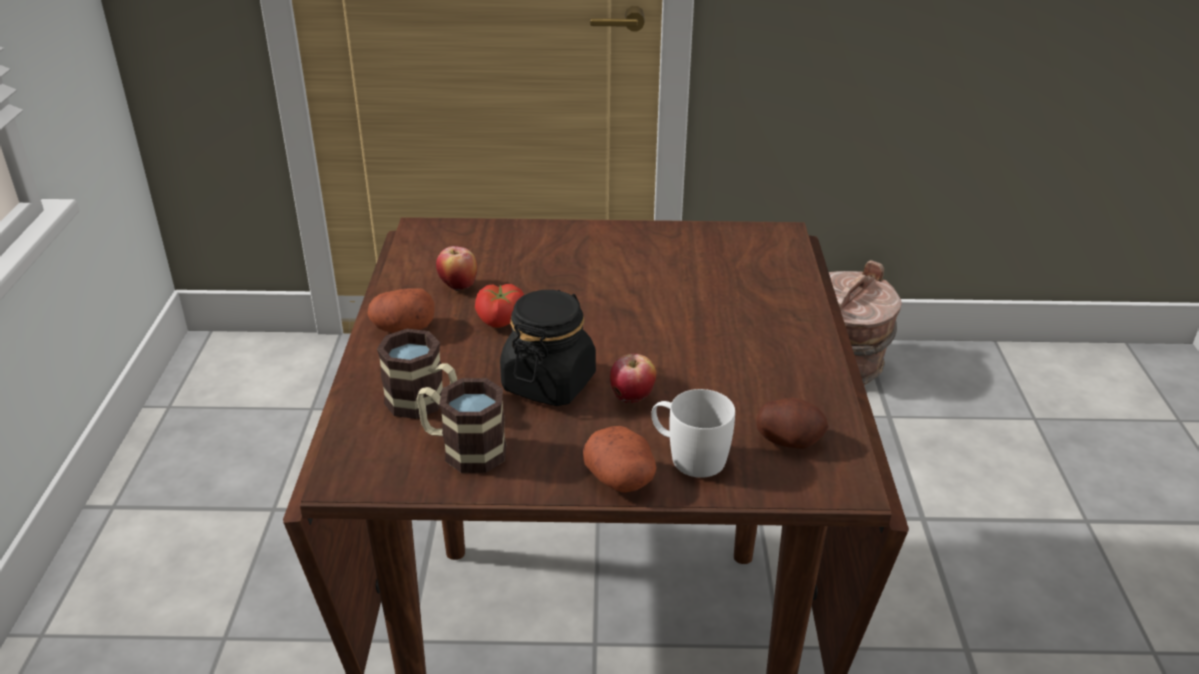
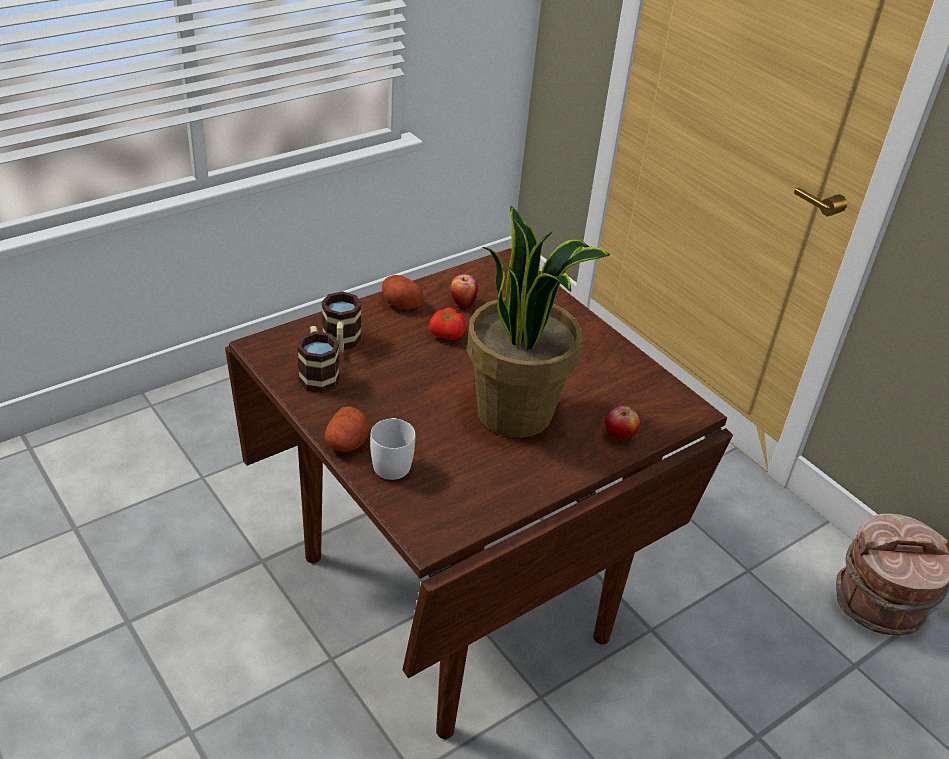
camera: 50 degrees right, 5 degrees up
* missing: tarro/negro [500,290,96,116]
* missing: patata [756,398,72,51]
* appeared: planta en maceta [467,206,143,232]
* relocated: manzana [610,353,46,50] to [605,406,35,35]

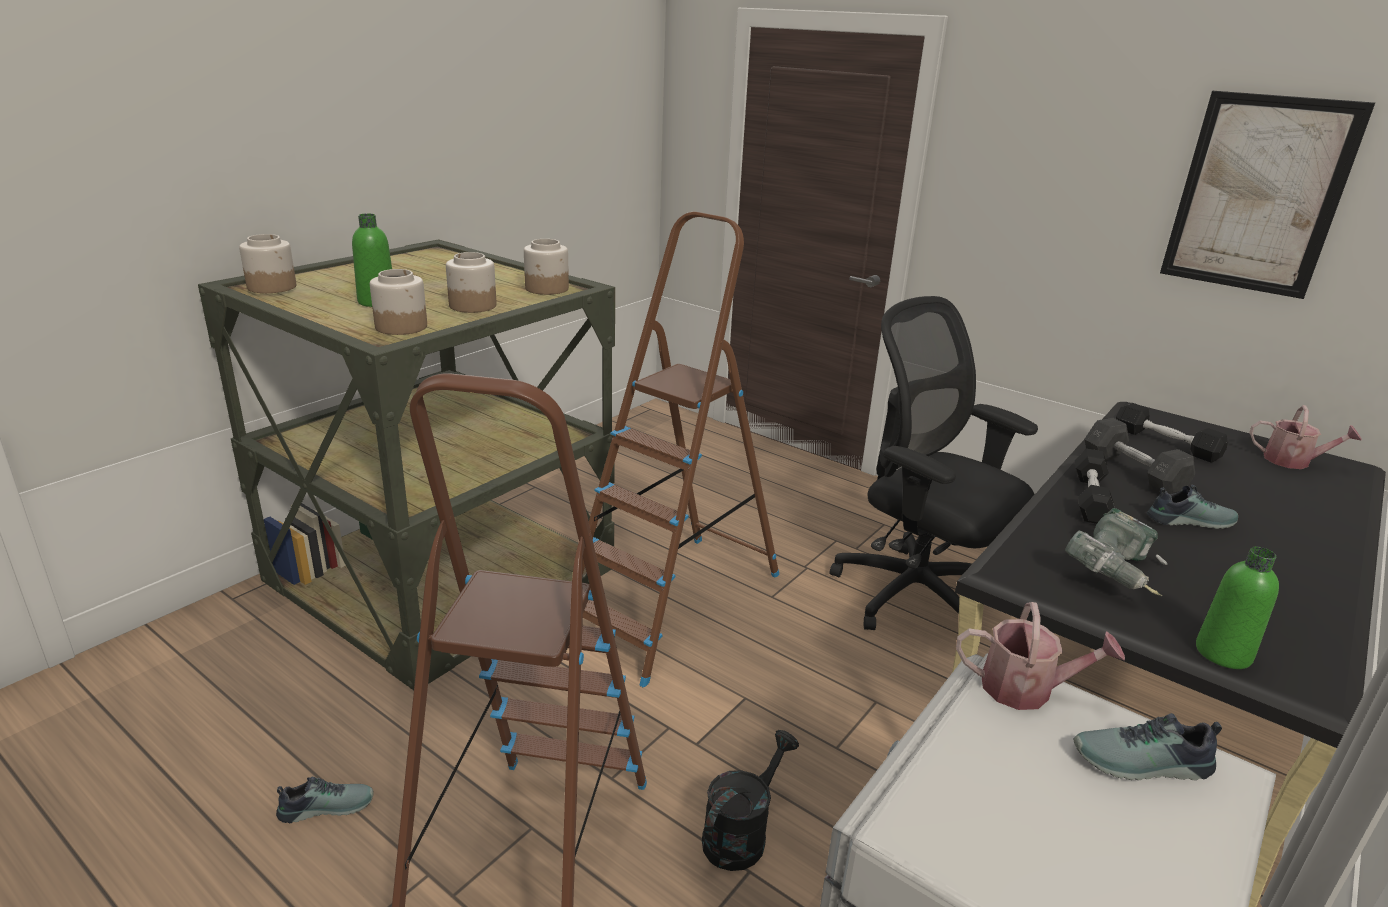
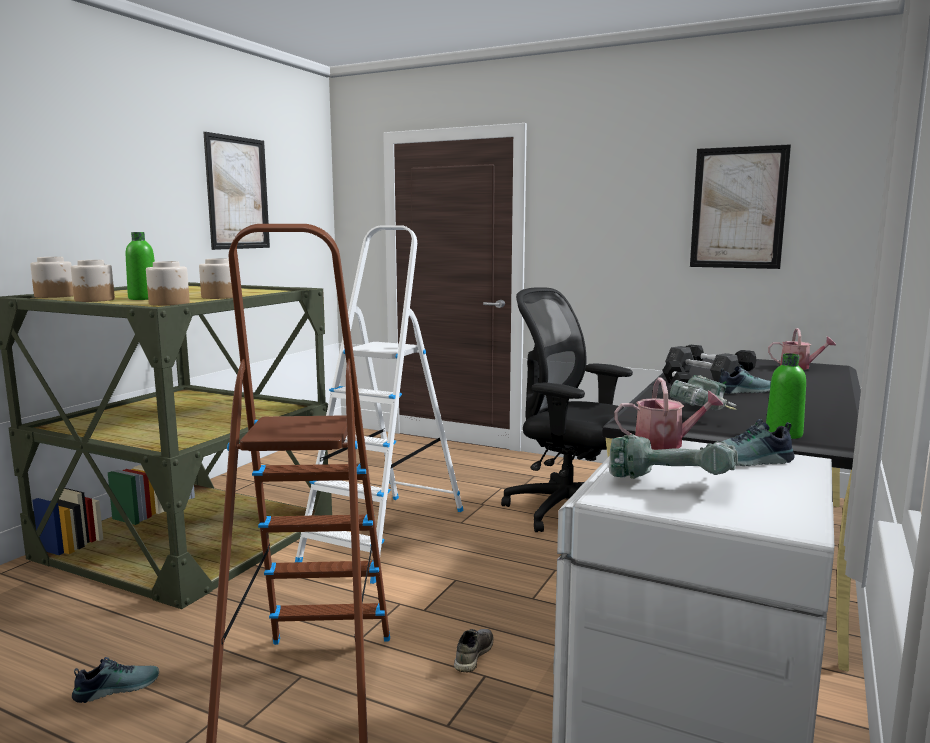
camera: 10 degrees left, 15 degrees down
* appeared: cuadro [203,132,67,118]
* appeared: taladro [609,434,129,45]
* relocated: tarro [524,239,45,56] to [71,260,44,42]
* exchanged: regadera/negro [702,730,97,141] to zapato/gris [454,629,39,44]
* colour: escalera de tijera/marrón [582,212,197,475] to escalera de tijera/blanco [295,225,168,359]

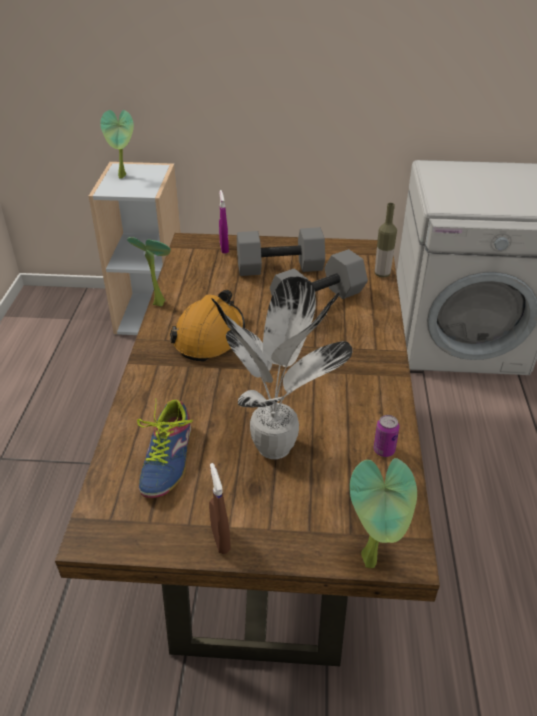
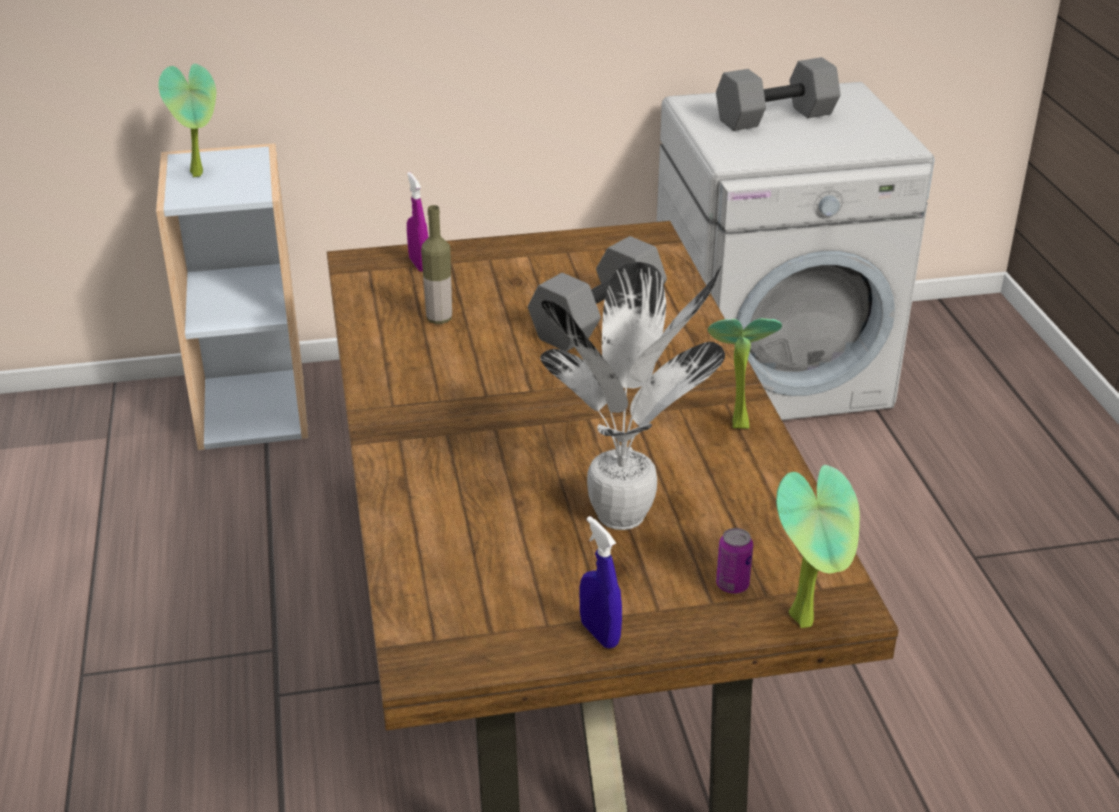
camera: 15 degrees left, 5 degrees down
* missing: zapato [137,398,56,100]
* missing: casco/naranja [170,290,75,71]
* relocated: planta en maceta [127,237,44,69] to [708,318,74,111]
* relocated: mancuerna/gris [237,227,88,49] to [716,57,124,74]
* relocated: lata [374,415,25,42] to [716,528,37,66]
* relocated: botella [375,203,22,74] to [421,205,31,119]
* colour: pulverizador/marrón [209,463,22,91] to pulverizador/azul [579,516,43,133]

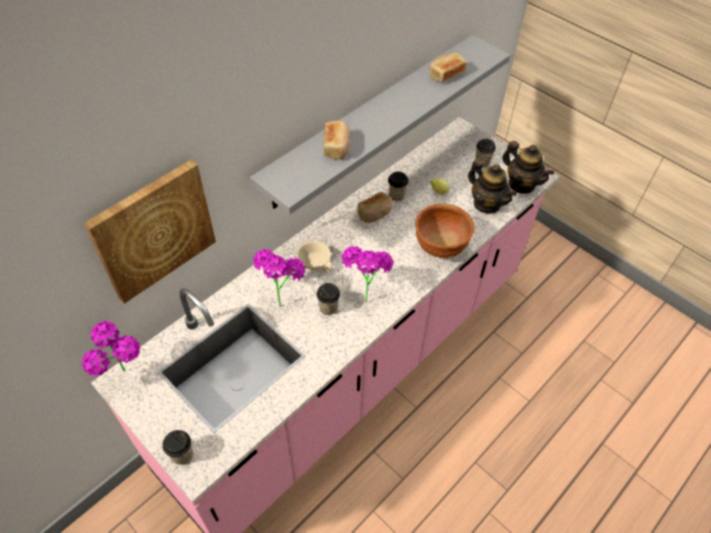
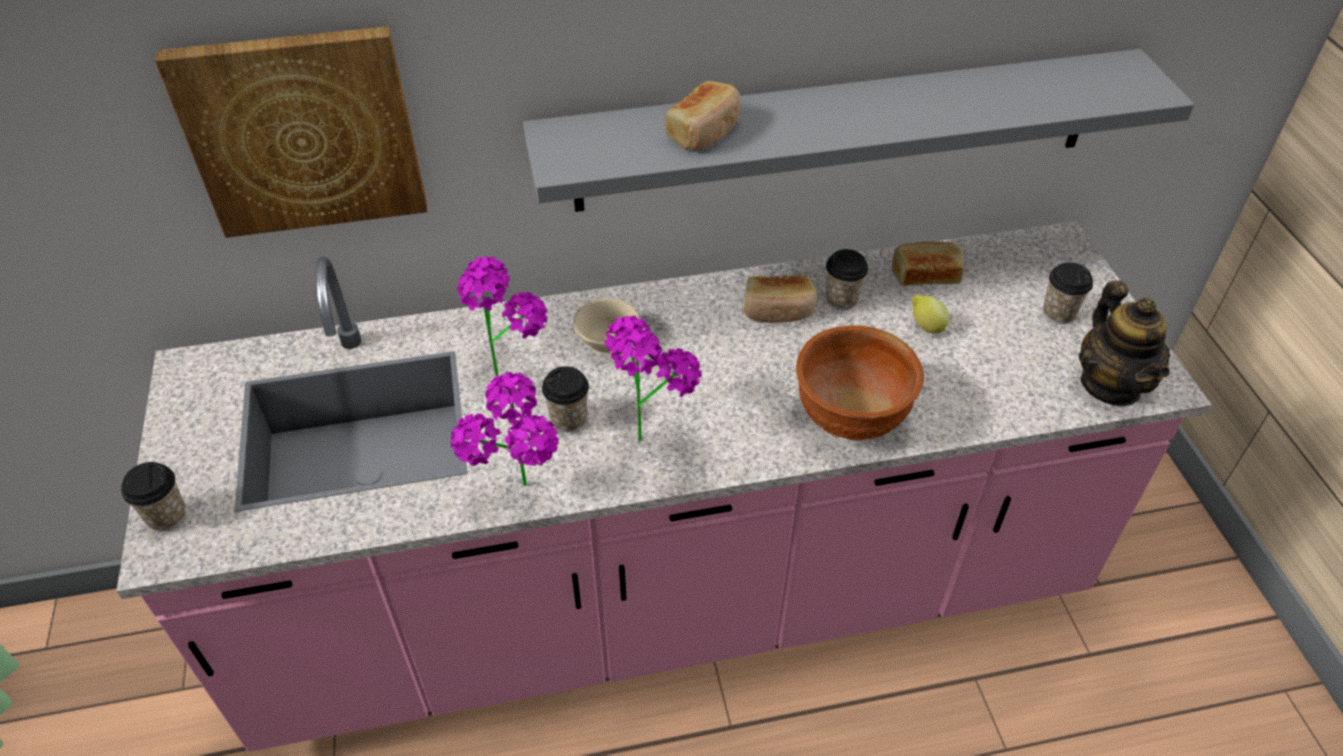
camera: 35 degrees right, 5 degrees down
* missing: tetera [468,159,49,55]
* relocated: planta en maceta [82,321,58,55] to [450,371,109,115]
* relocated: pan [429,53,37,30] to [892,241,72,45]

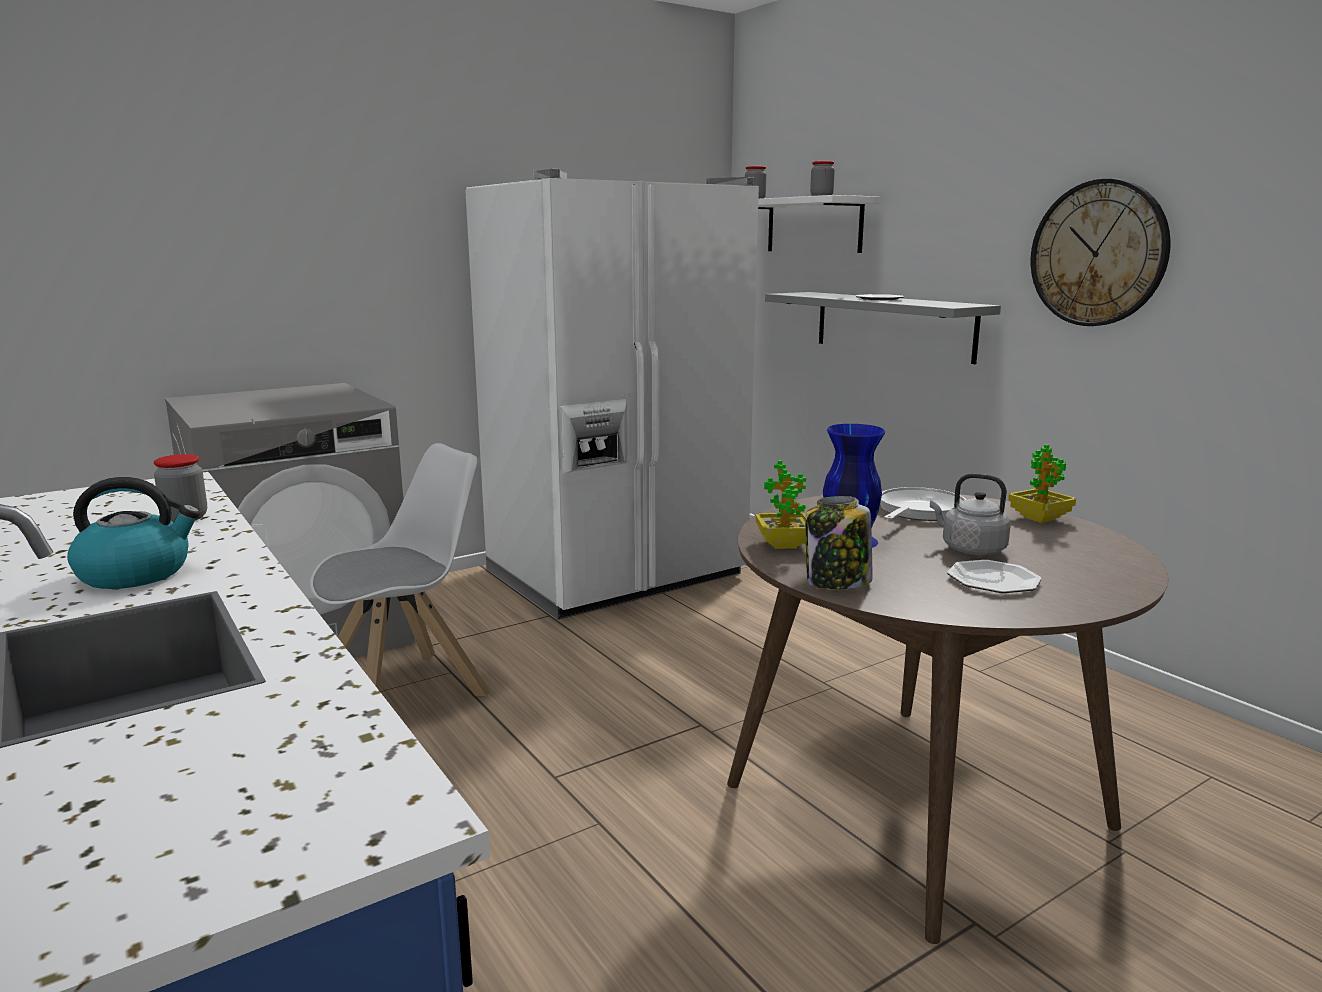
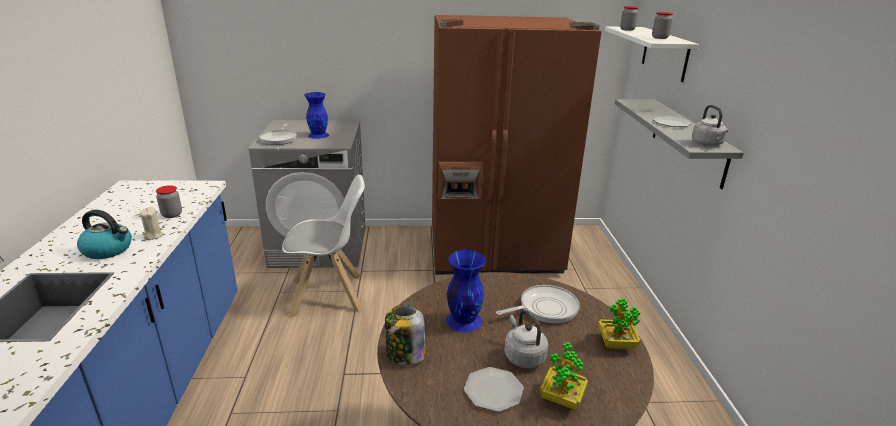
camera: 30 degrees right, 10 degrees up
* missing: reloj de pared [1031,179,140,147]
* appeared: vela/beis [140,207,24,33]
* appeared: sartén [259,124,38,21]
* appeared: florero/azul [304,92,25,47]
* appeared: hervidor/gris [692,105,36,41]
* relocated: planta en maceta [755,460,51,89] to [540,342,48,68]
* colour: nevera/blanco [465,168,294,452] to nevera/marrón [432,15,170,260]

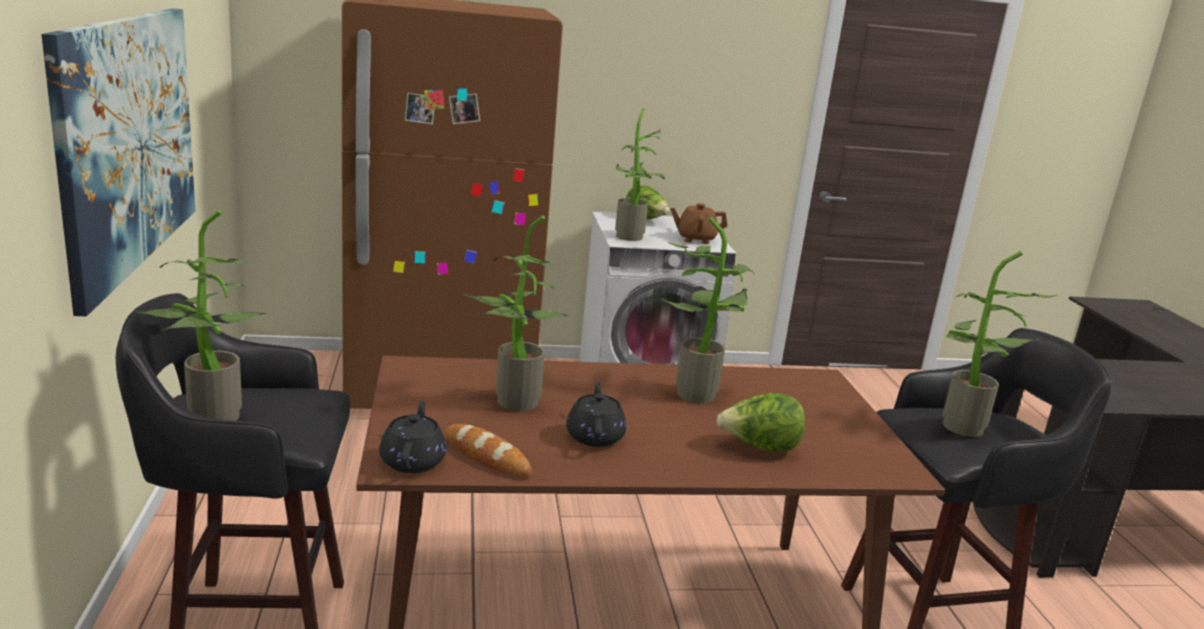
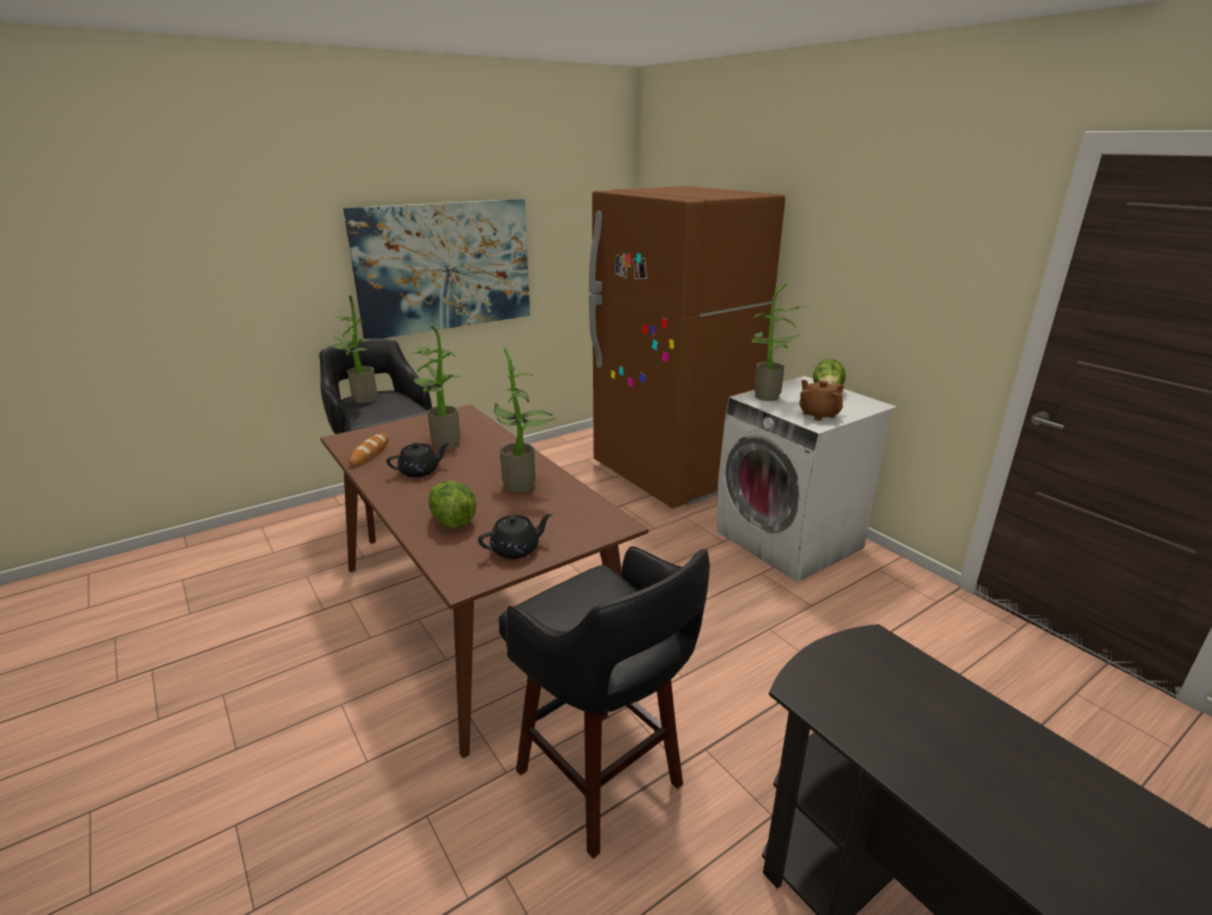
camera: 65 degrees right, 5 degrees up
* missing: planta en maceta [942,251,116,186]
* relocated: tetera/negro [379,401,68,72] to [478,514,74,45]

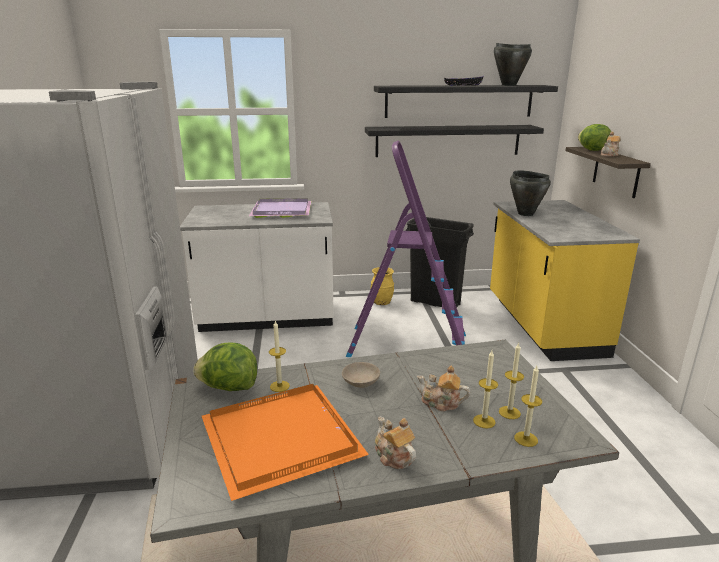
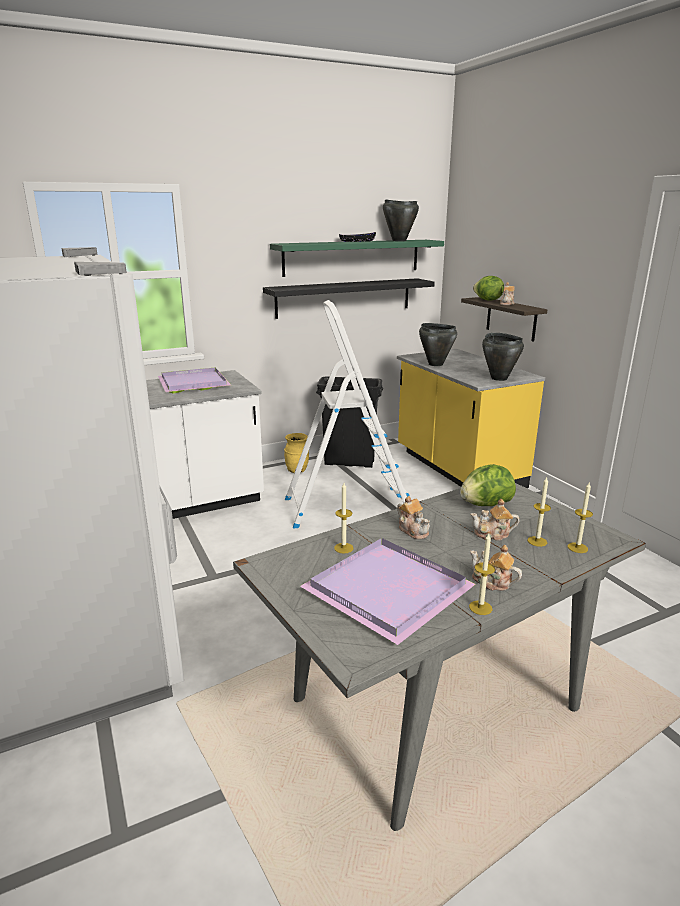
camera: 20 degrees left, 0 degrees up
* appeared: olla/negro [482,333,42,48]
* relocated: lechuga [193,342,64,49] to [460,464,56,42]
* relocated: vela [499,343,25,76] to [469,534,26,81]
* exchanged: cuenco/beis [342,362,38,26] to tetera [397,496,33,44]
* colour: bandeja/naranja [202,384,167,117] to bandeja/morado [300,538,176,107]
* colour: escalera de tijera/morado [346,141,120,216] to escalera de tijera/blanco [285,300,124,229]
* colour: estante/negro [374,85,184,33] to estante/verde [270,240,174,37]

